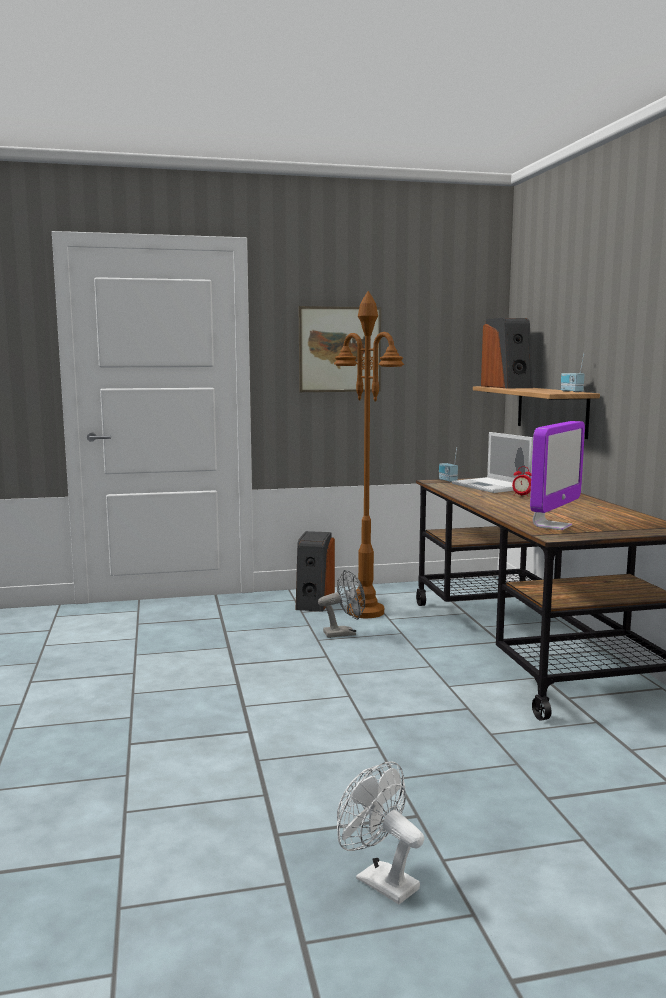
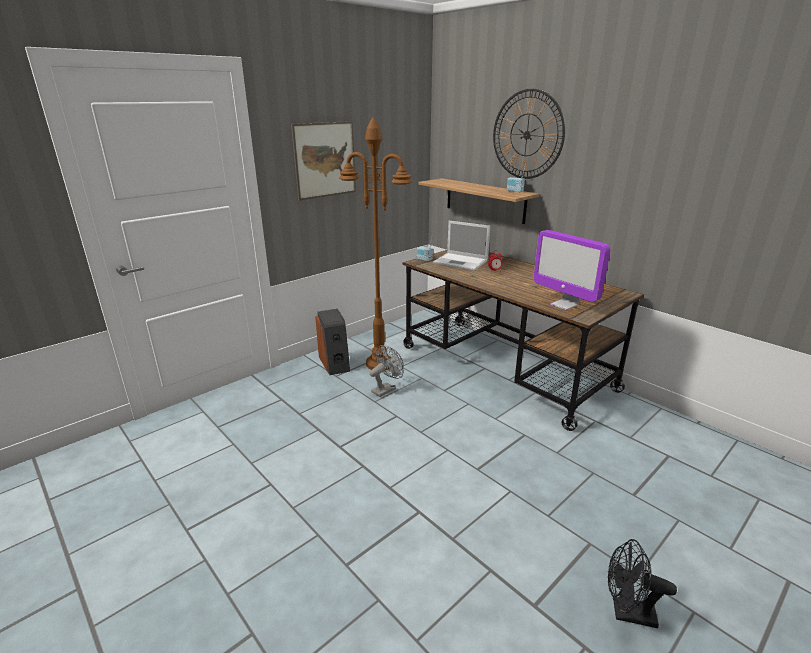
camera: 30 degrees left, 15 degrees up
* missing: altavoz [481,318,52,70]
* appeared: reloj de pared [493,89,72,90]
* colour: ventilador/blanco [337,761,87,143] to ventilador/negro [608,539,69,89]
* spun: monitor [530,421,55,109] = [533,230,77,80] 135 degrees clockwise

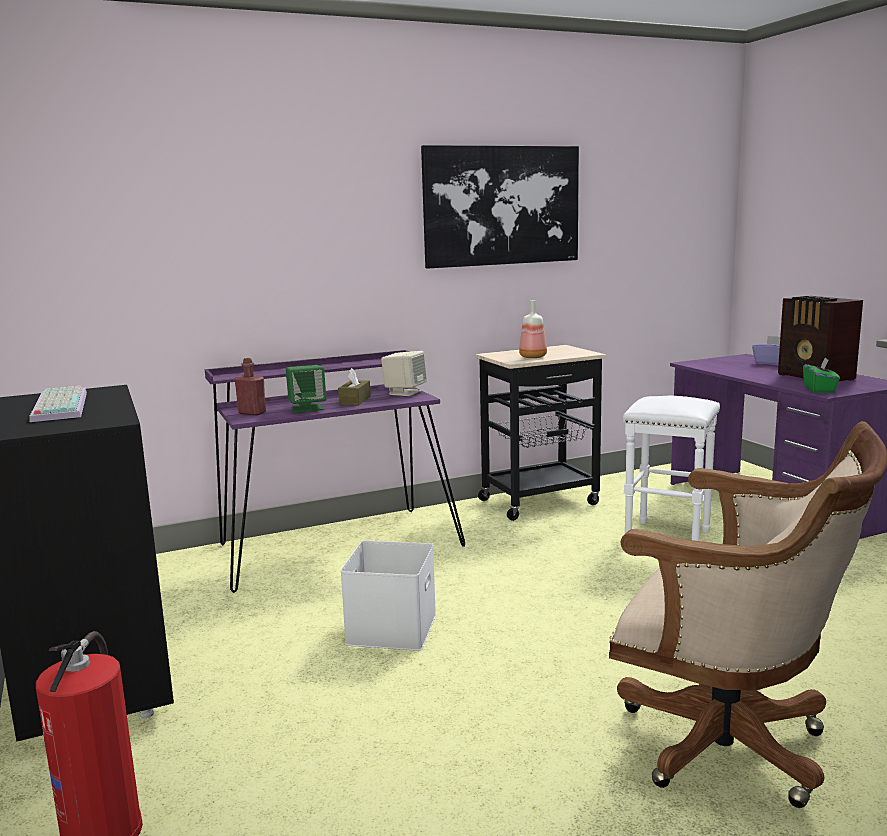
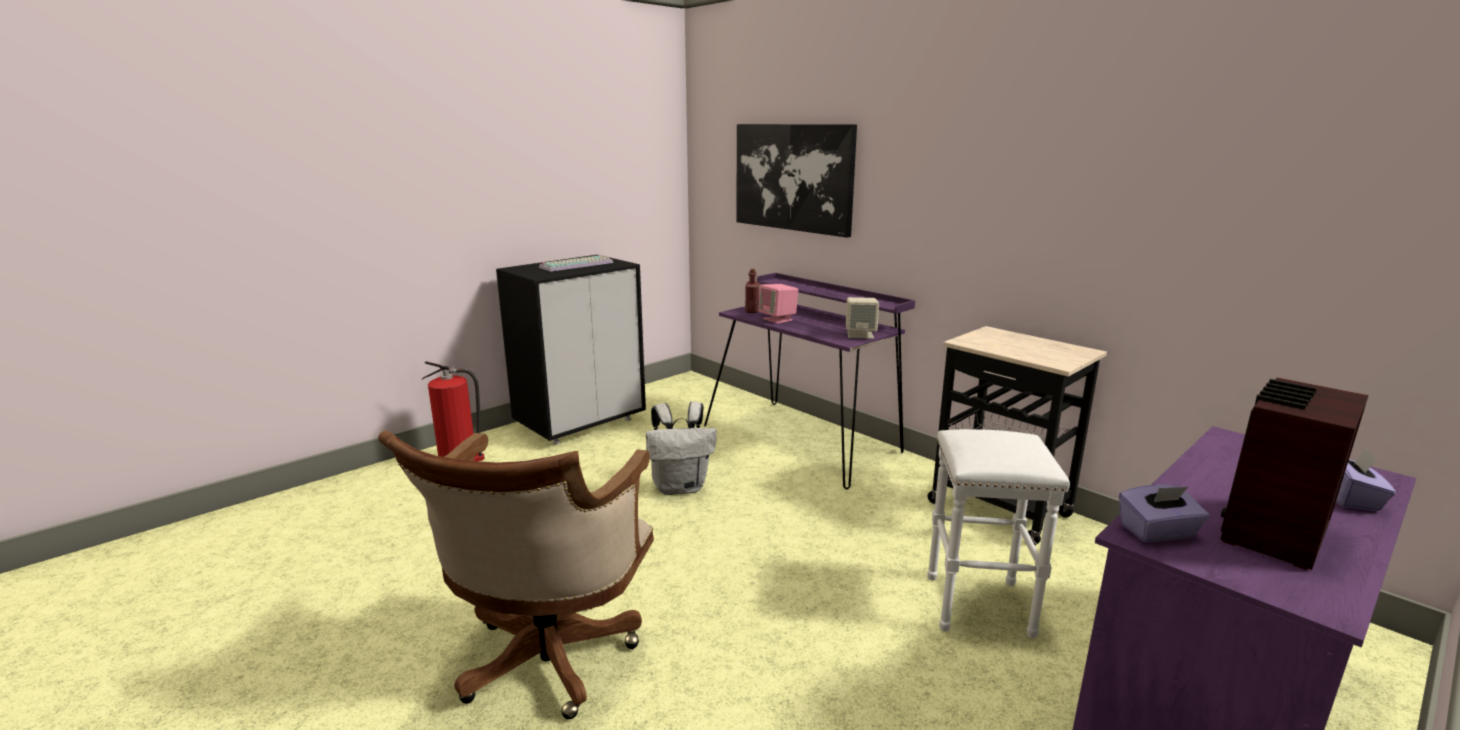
camera: 70 degrees right, 5 degrees up
* missing: caja de pañuelos/marrón [338,368,33,37]
* missing: botella [519,300,28,58]
* relocated: cuadro [421,145,158,124] to [736,124,121,114]
* exchanged: caja de almacenaje/blanco [340,540,96,111] to mochila/blanco [646,401,71,94]
* colour: altavoz/verde [286,365,40,48] to altavoz/rosa [758,284,40,40]
* colour: caja de pañuelos/verde [803,358,37,35] to caja de pañuelos/morado [1119,484,90,58]

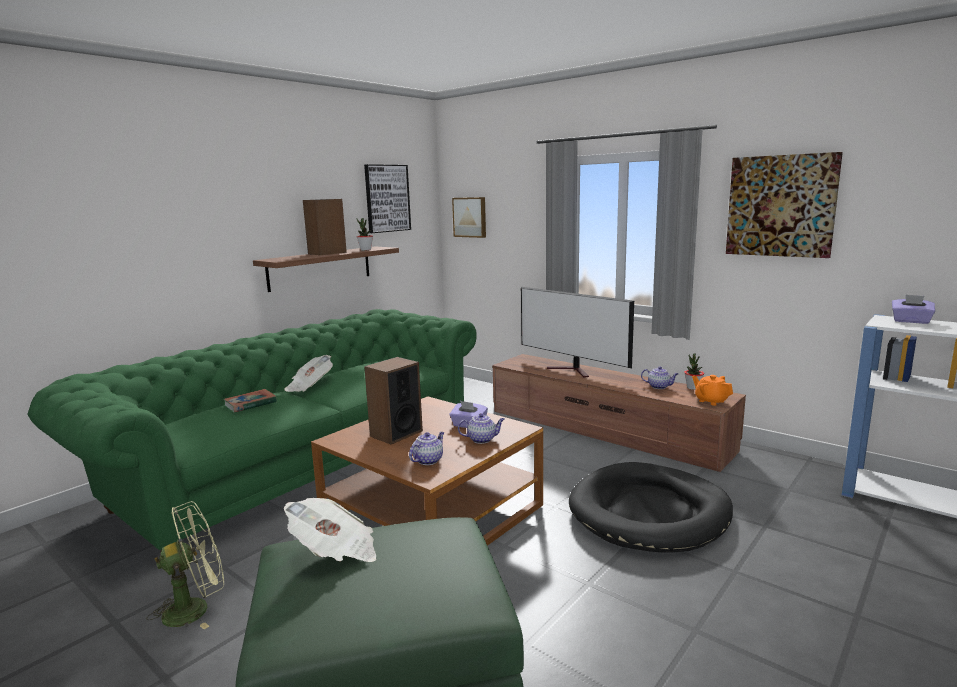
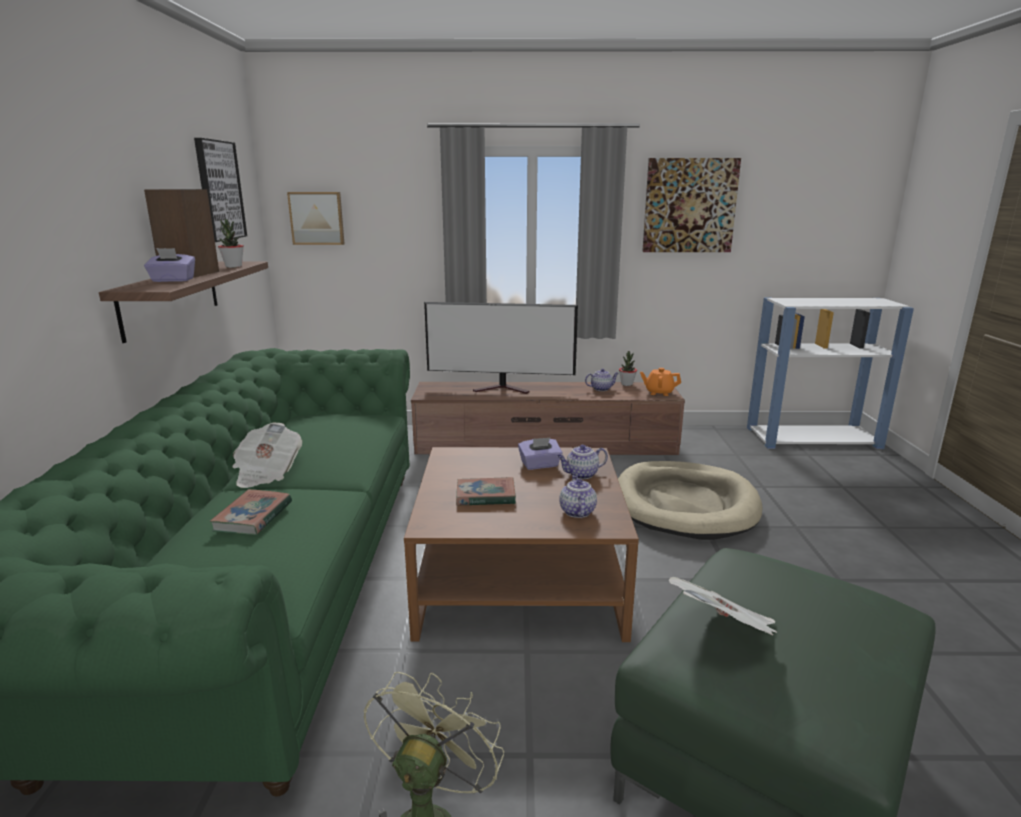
camera: 40 degrees left, 5 degrees up
* relocated: caja de pañuelos/morado [892,295,43,29] to [144,248,51,34]
* exchanged: altavoz [364,357,59,87] to libro [456,477,60,28]
* colour: cama para perro/negro [569,462,164,90] to cama para perro/beis [618,461,144,79]
* spun: tetera [458,413,46,31] = [557,445,51,34] 150 degrees counterclockwise

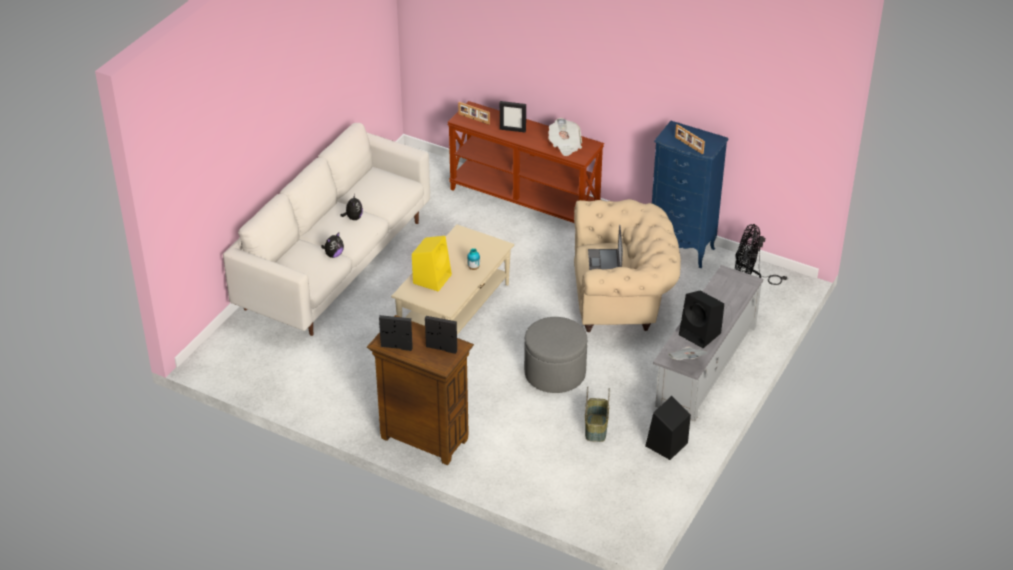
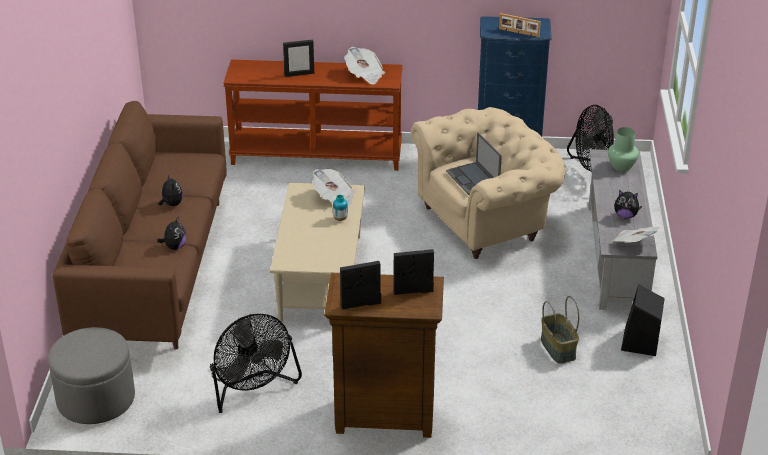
camera: 25 degrees left, 5 degrees down
* missing: altavoz/amarillo [412,236,40,56]
* missing: portarretratos [458,102,32,23]
* appeared: ventilador/negro [210,314,92,99]
* appeared: periódico [312,169,43,38]
* appeared: florero/verde [608,127,31,44]
* relocated: puf/gris [524,317,63,76] to [48,327,87,97]
* exchanged: altavoz/negro [679,291,45,57] to peluche [614,190,28,29]
* colour: sofá/blanco [223,123,207,213] to sofá/marrón [53,101,174,248]

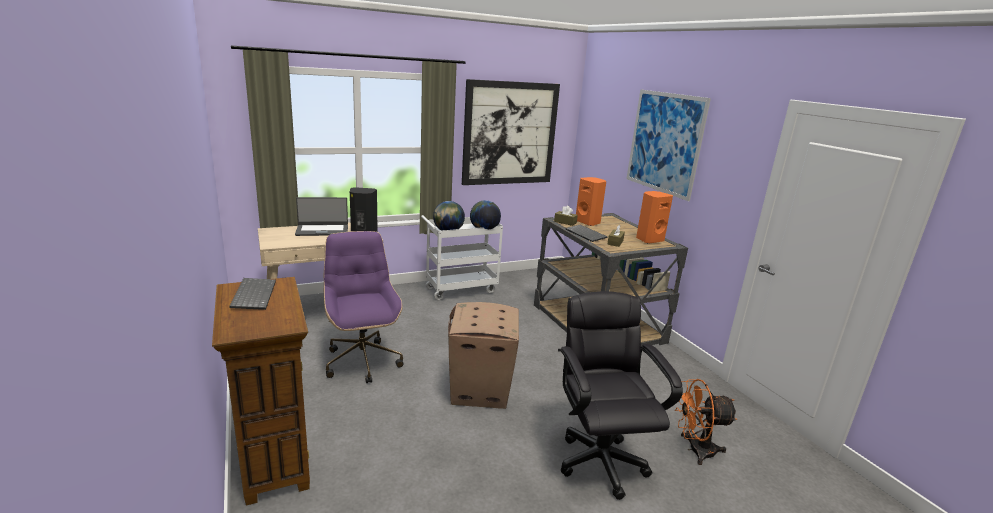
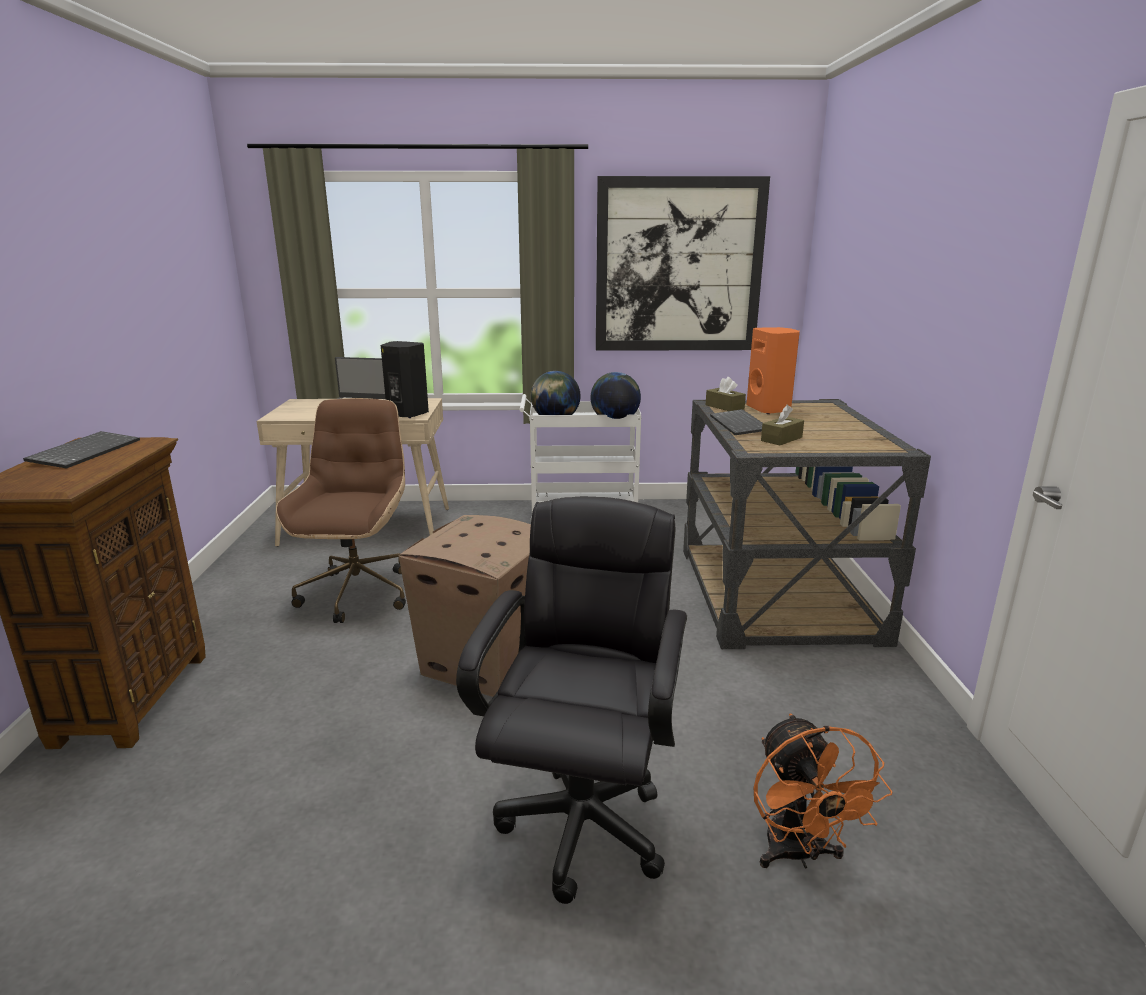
camera: 25 degrees right, 0 degrees up
* missing: cuadro [626,89,85,112]
* missing: altavoz/naranja [636,191,37,52]
* colour: silla de oficina/morado [324,231,79,152] to silla de oficina/marrón [276,398,130,225]
* spun: ventilador/naranja [675,379,62,86] = [754,713,139,155] 120 degrees counterclockwise

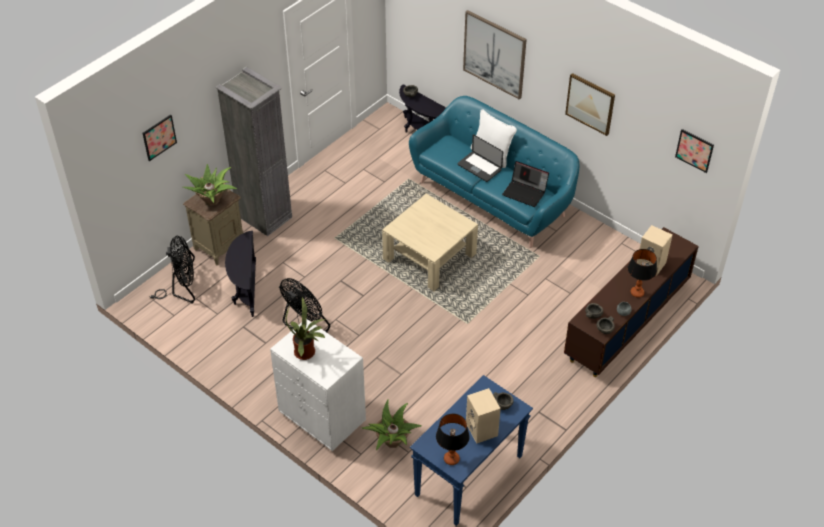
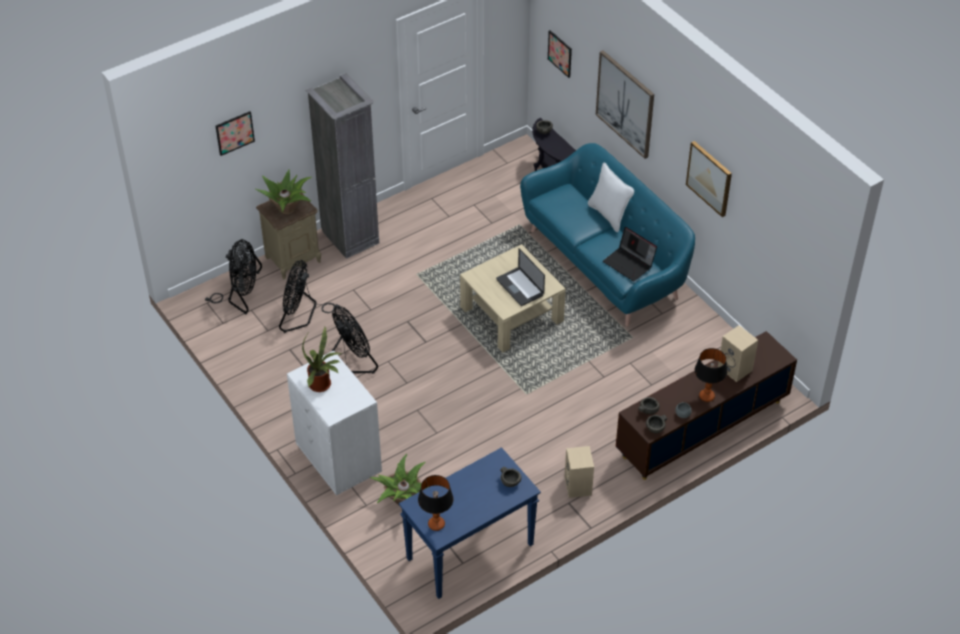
camera: 15 degrees right, 0 degrees up
* relocated: portátil [457,134,46,48] to [496,248,49,58]
* relocated: altavoz/beis [466,388,35,55] to [565,446,29,52]
* relocated: cuadro [675,129,39,44] to [548,30,24,48]
* exchanged: mesa auxiliar/negro [225,231,31,86] to ventilador/negro [279,260,61,73]

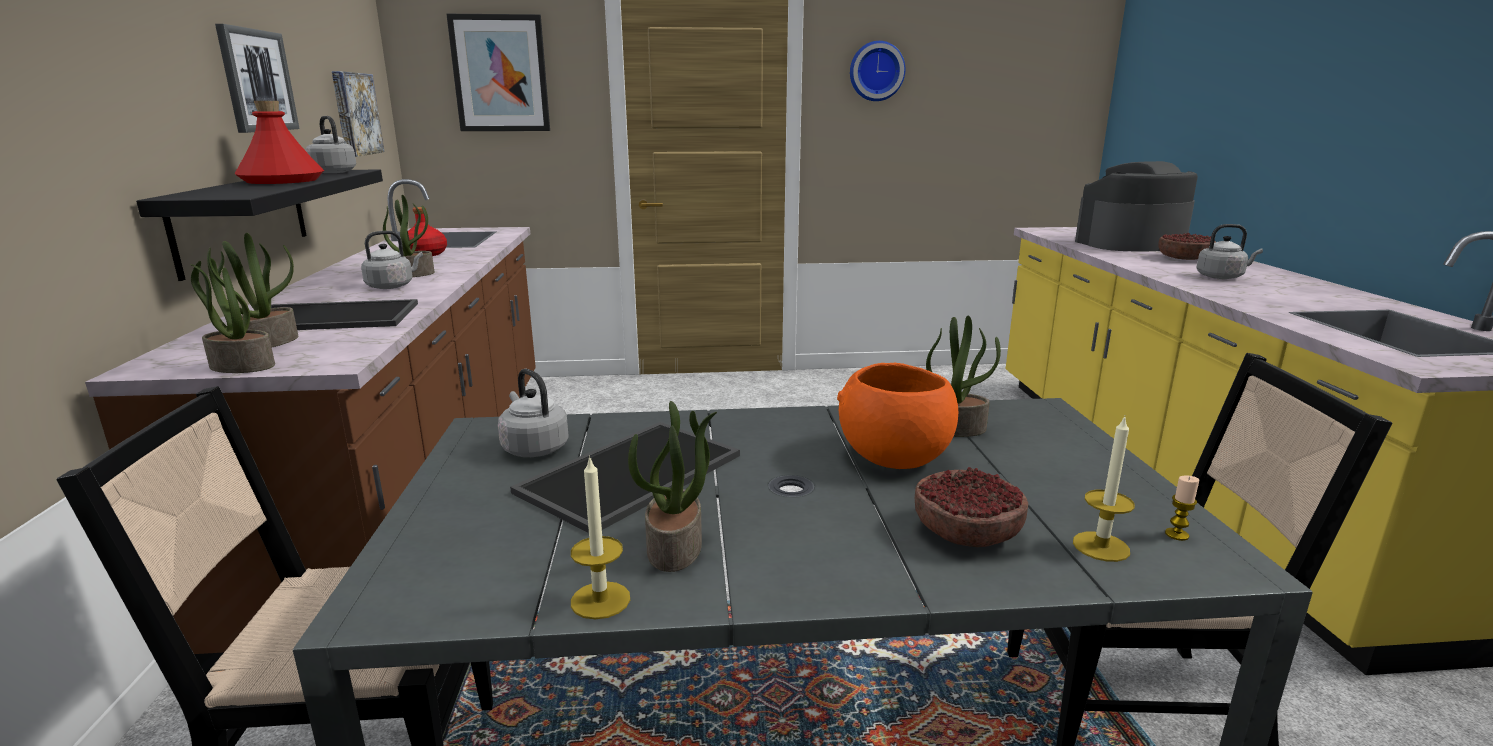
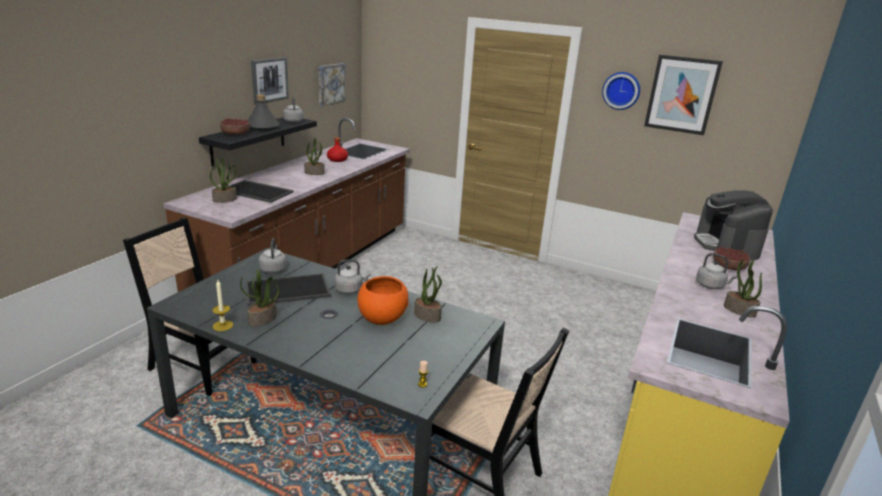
camera: 30 degrees right, 5 degrees up
* missing: vela [1073,416,62,146]
* relocated: planta en maceta [190,247,85,126] to [724,260,38,57]
* relocated: hervidor/gris [361,231,62,58] to [334,259,37,35]
* relocated: cuadro [446,14,104,117] to [644,55,79,80]
* relocated: cuenco [915,467,113,80] to [220,118,30,17]
* colour: botella/rojo [234,101,90,83] to botella/gris [248,94,32,37]
* spun: cafetera [1075,161,123,90] = [694,190,79,71] 105 degrees counterclockwise

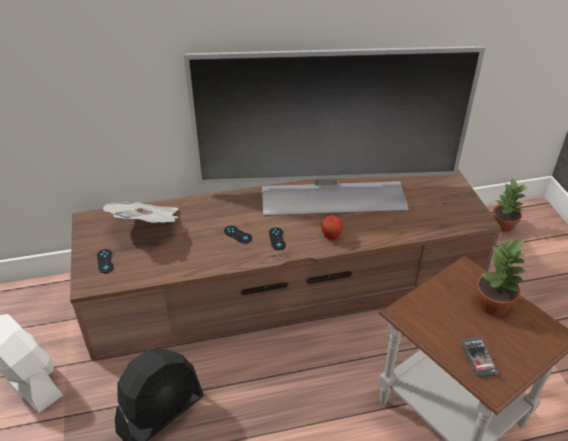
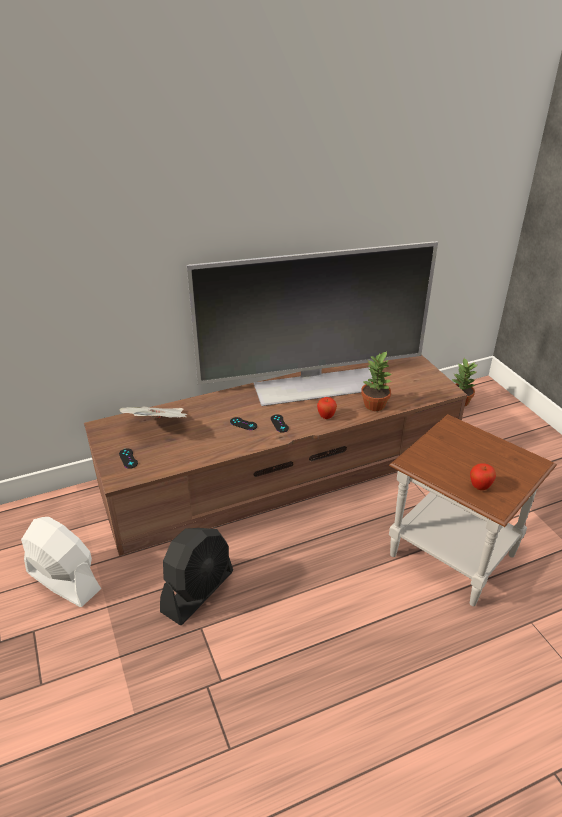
camera: 10 degrees left, 5 degrees down
* relocated: planta en maceta [476,238,51,77] to [361,351,31,60]
* exchanged: móvil [461,337,37,41] to manzana [470,463,26,27]

